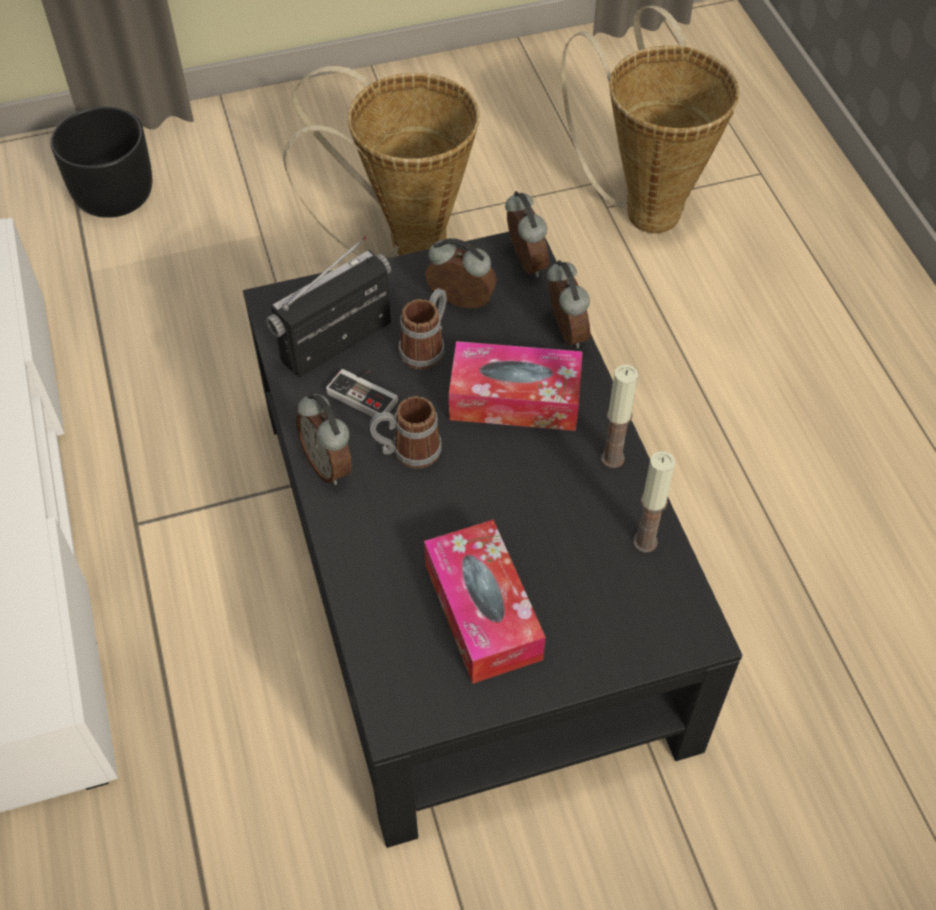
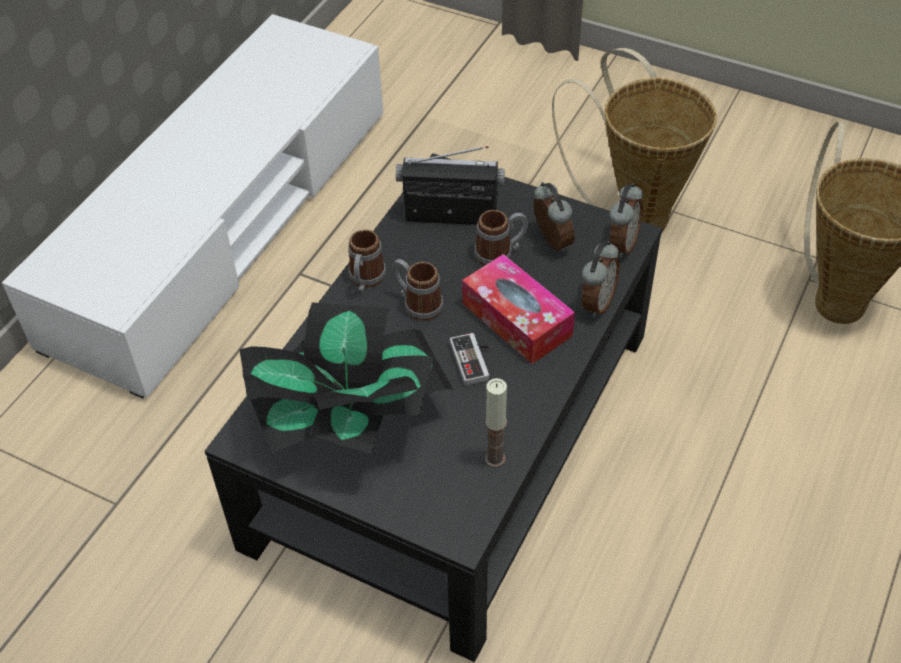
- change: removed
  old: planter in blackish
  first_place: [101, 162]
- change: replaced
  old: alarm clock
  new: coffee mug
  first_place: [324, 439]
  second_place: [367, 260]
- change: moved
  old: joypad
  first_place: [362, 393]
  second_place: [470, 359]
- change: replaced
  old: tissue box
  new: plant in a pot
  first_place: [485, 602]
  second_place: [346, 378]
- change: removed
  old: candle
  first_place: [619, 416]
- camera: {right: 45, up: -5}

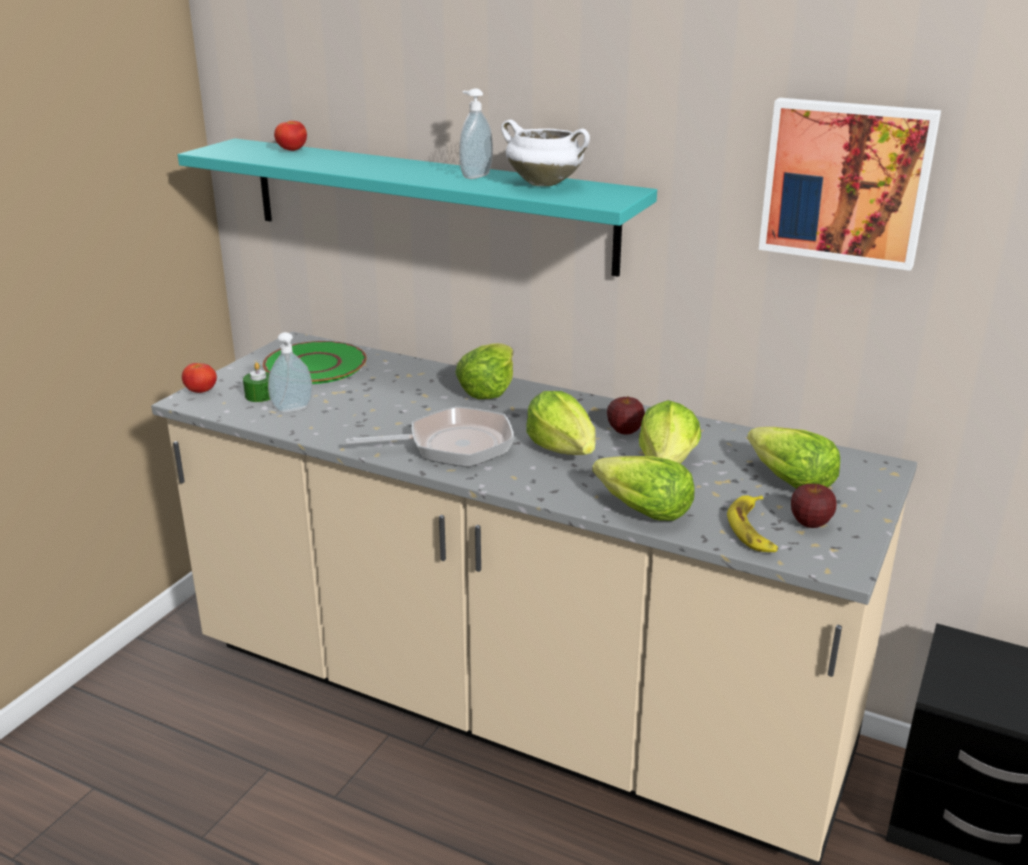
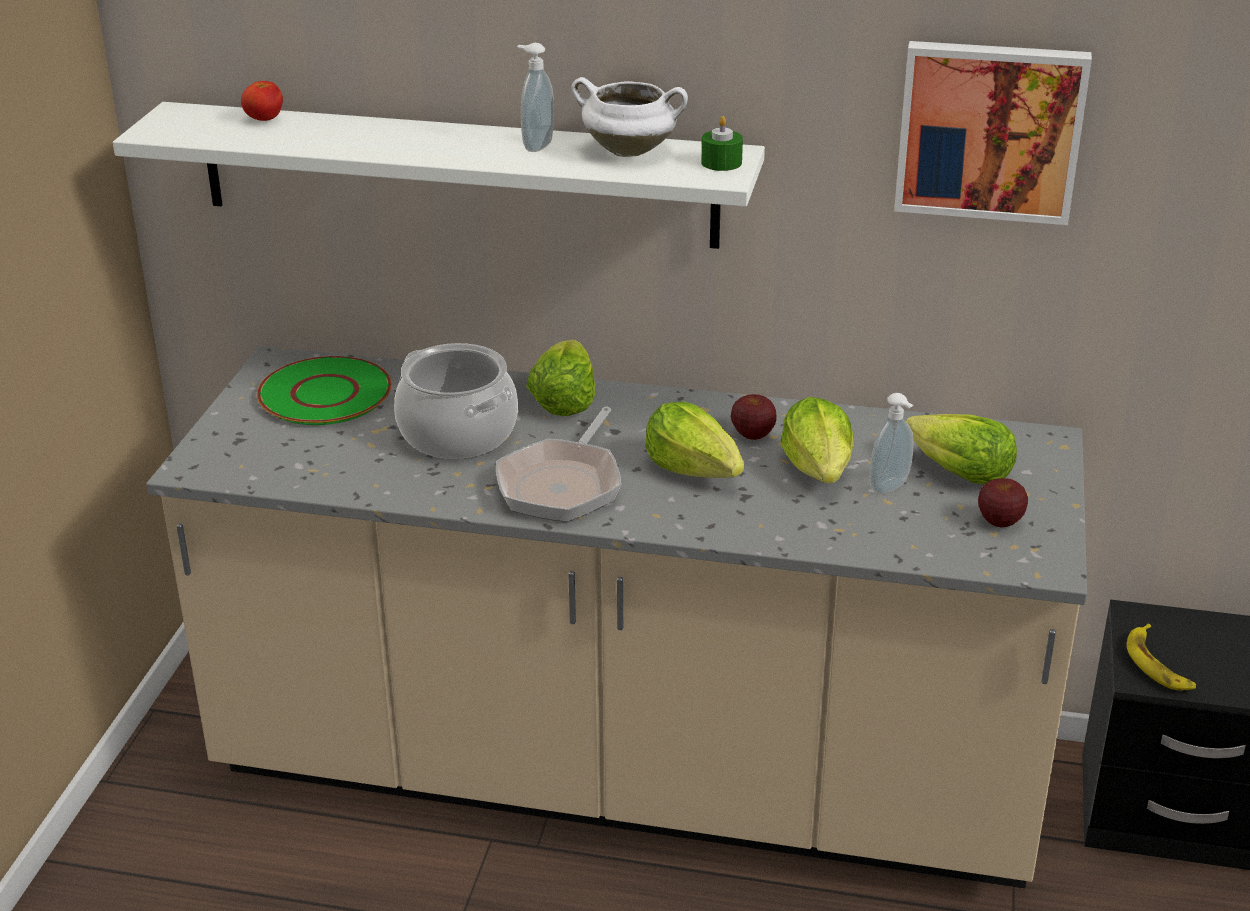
- change: recoloured
  old: shelf in turquoise
  new: shelf in white-coloured
  first_place: [417, 207]
  second_place: [439, 175]
- change: removed
  old: whole tomato
  first_place: [199, 378]
- change: moved
  old: candle in green
  first_place: [256, 382]
  second_place: [722, 143]
- change: moved
  old: liquid soap bottle
  first_place: [290, 372]
  second_place: [892, 443]
- change: turned
  old: skillet
  first_place: [430, 436]
  second_place: [558, 464]
  degrees: 135
- change: removed
  old: head of lettuce
  first_place: [643, 488]
- change: moved
  old: banana fruit
  first_place: [752, 523]
  second_place: [1161, 657]
- change: added
  new: cooking pot
  second_place: [456, 401]
- camera: {right: -15, up: 5}

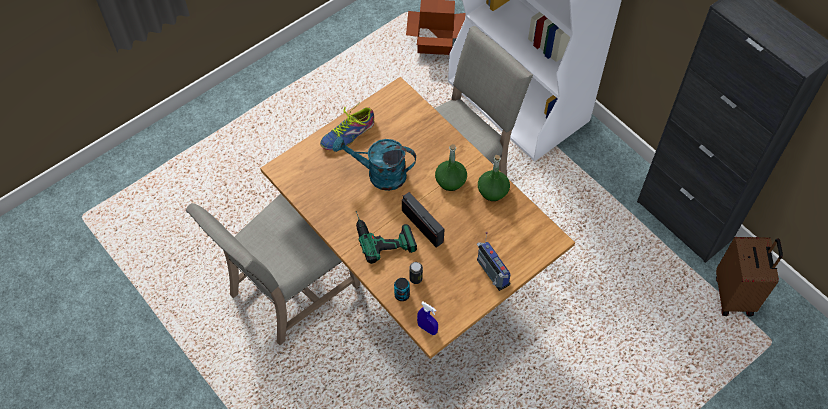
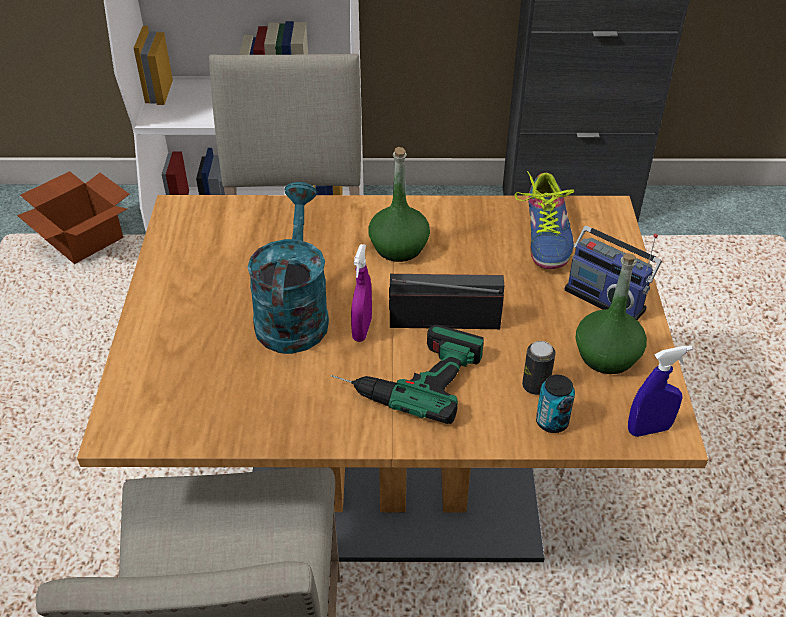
- change: moved
  old: item of footwear
  first_place: [347, 126]
  second_place: [544, 220]
- change: turned
  old: watering pot in turquoise
  first_place: [374, 163]
  second_place: [288, 268]
  degrees: 135
- change: turned
  old: radio receiver
  first_place: [494, 261]
  second_place: [613, 273]
  degrees: -150
- change: moved
  old: drink bottle in green
  first_place: [494, 178]
  second_place: [611, 313]
- change: removed
  old: suitcase in brown-coloured
  first_place: [749, 277]
- change: added
  new: sprayer in purplish
  second_place: [361, 293]
- camera: {right: -50, up: -15}

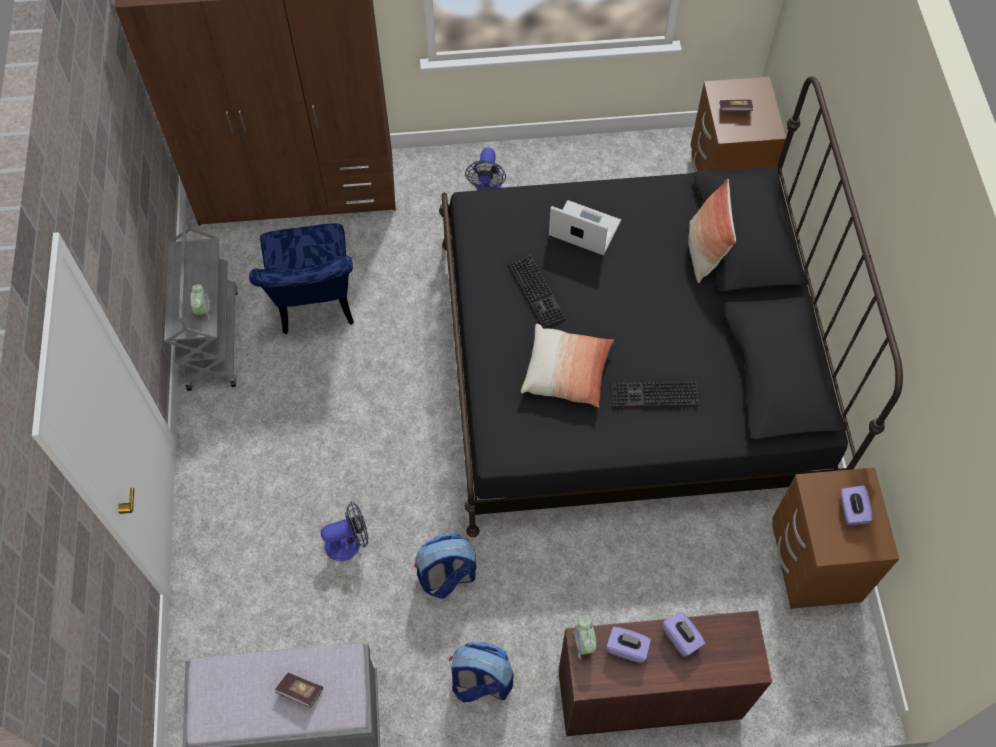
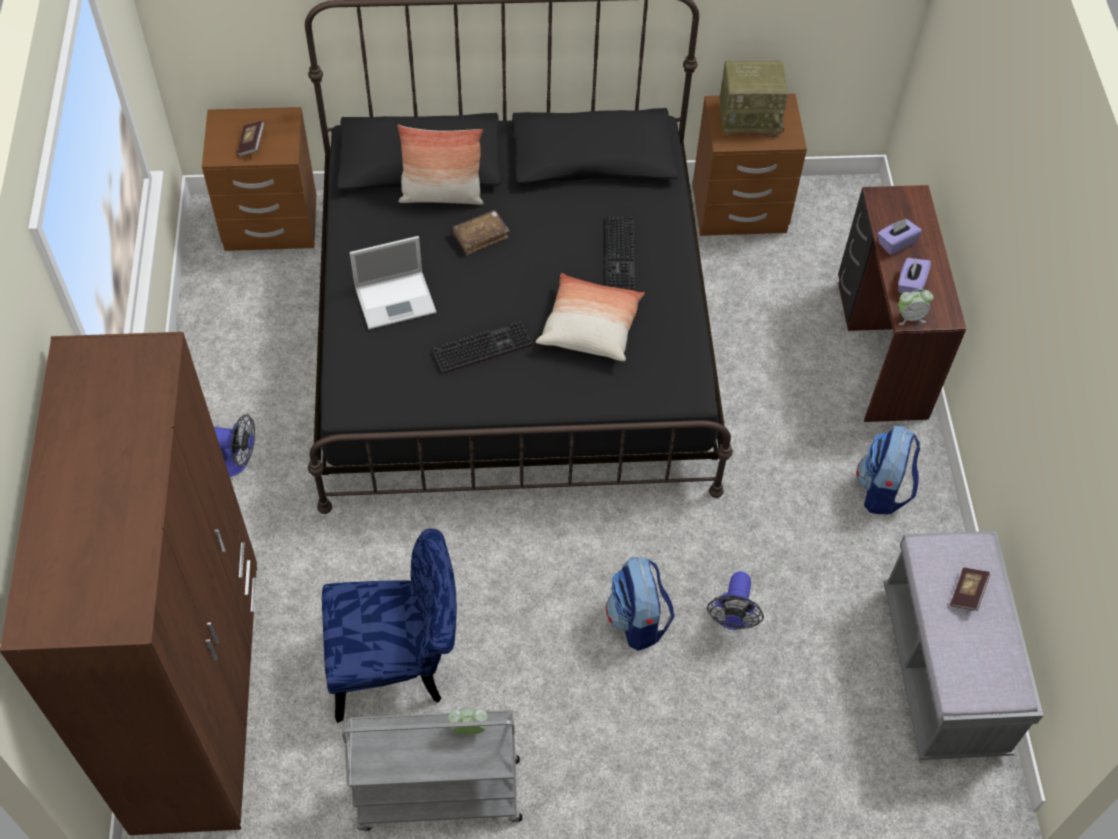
- change: turned
  old: fan
  first_place: [344, 531]
  second_place: [735, 600]
  degrees: -150
- change: moved
  old: backpack
  first_place: [445, 565]
  second_place: [640, 604]
- change: turned
  old: portable computer
  first_place: [585, 227]
  second_place: [393, 283]
  degrees: -135
- change: replaced
  old: tissue box in purplish
  new: radio receiver
  first_place: [857, 505]
  second_place: [753, 98]
- change: added
  new: book in brown-coloured
  second_place: [480, 232]
- camera: {right: -90, up: -5}

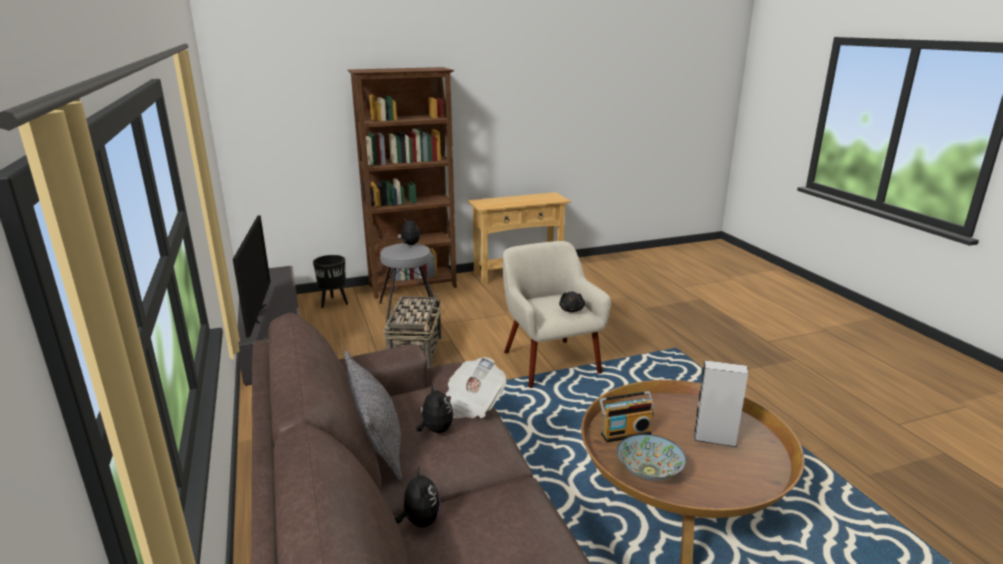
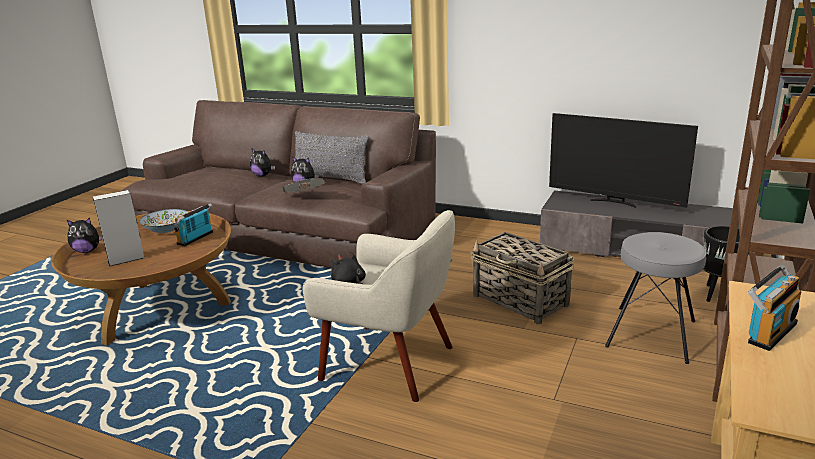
- change: moved
  old: plush toy
  first_place: [409, 231]
  second_place: [85, 235]
- change: added
  new: radio receiver
  second_place: [774, 308]
- camera: {right: 135, up: 0}

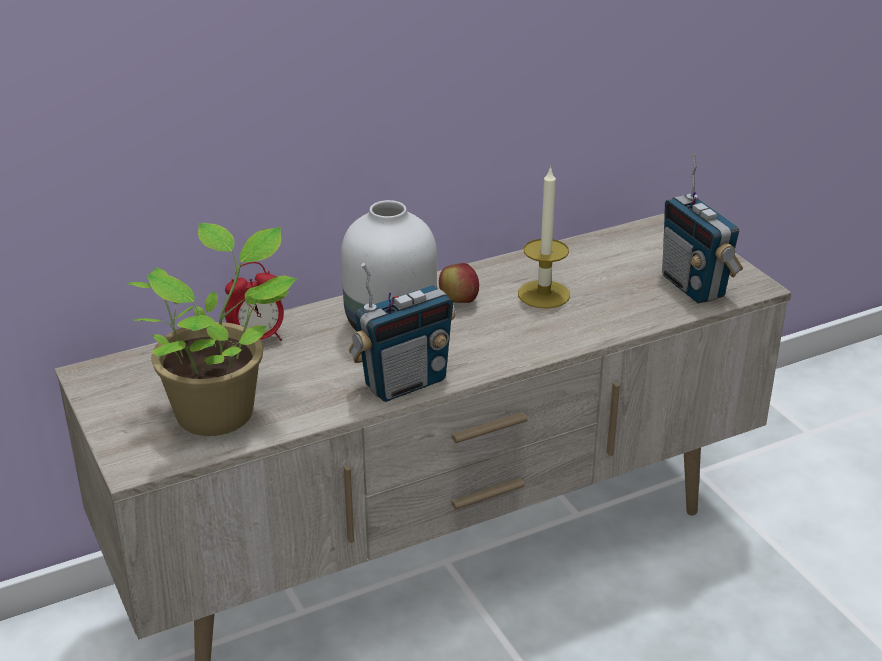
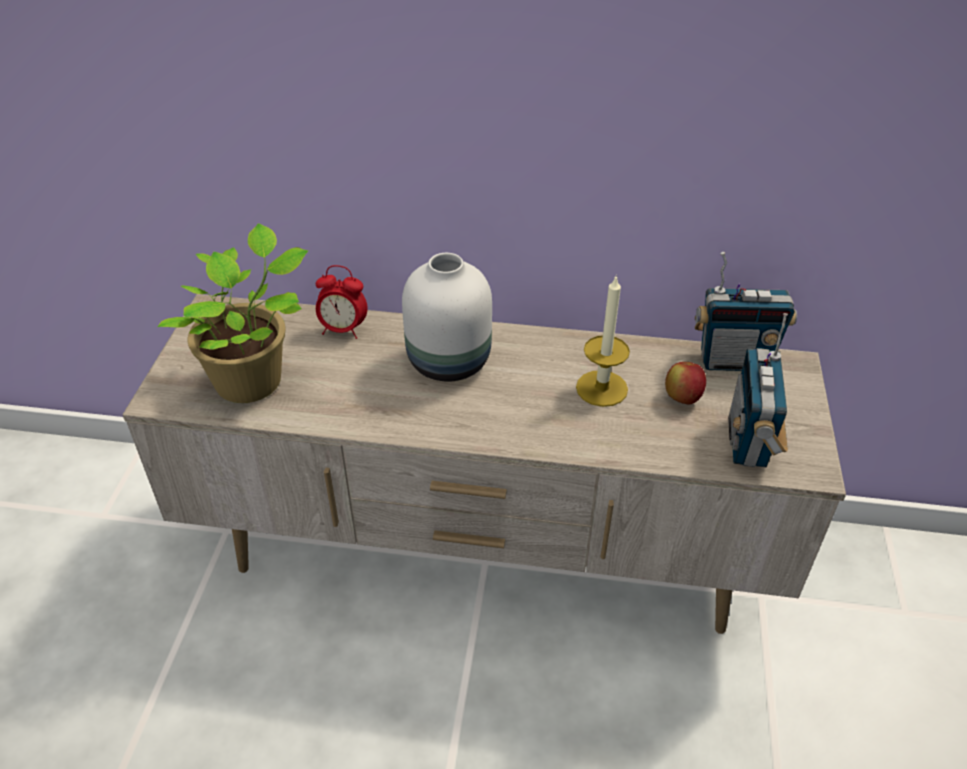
- change: moved
  old: radio receiver
  first_place: [402, 332]
  second_place: [746, 311]
- change: moved
  old: apple fruit
  first_place: [459, 283]
  second_place: [685, 383]
- camera: {right: 35, up: 10}

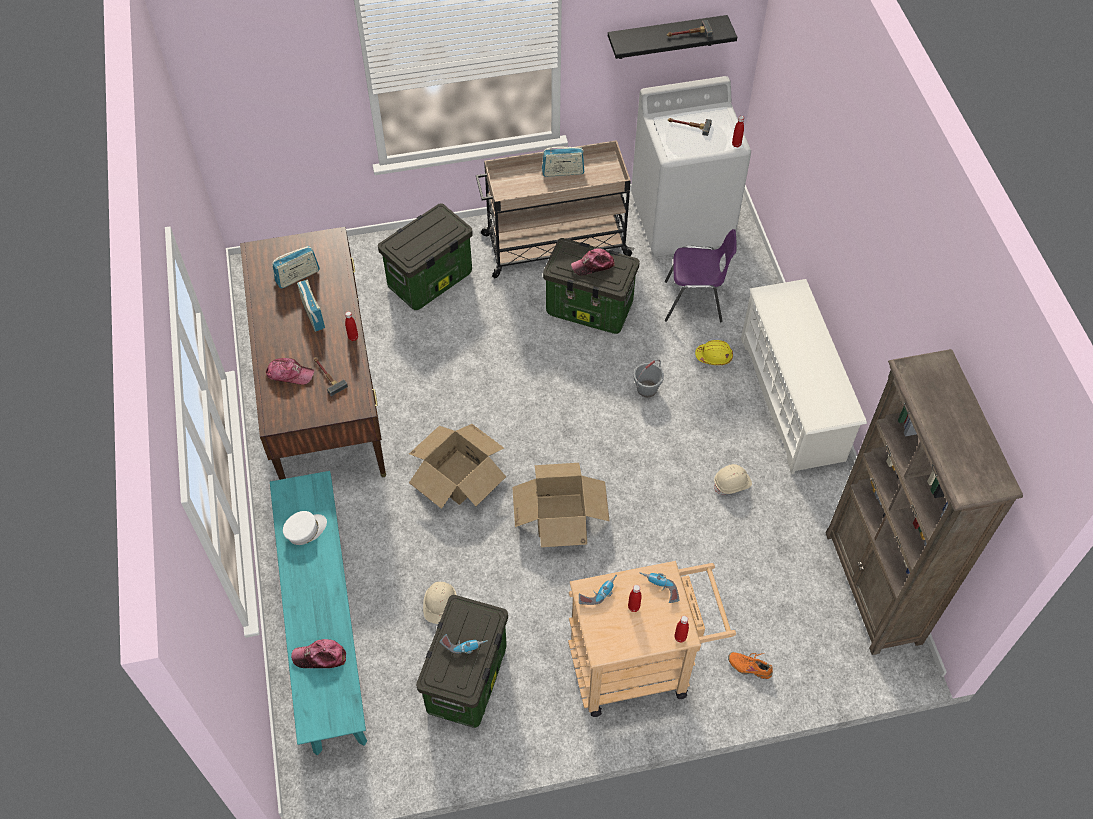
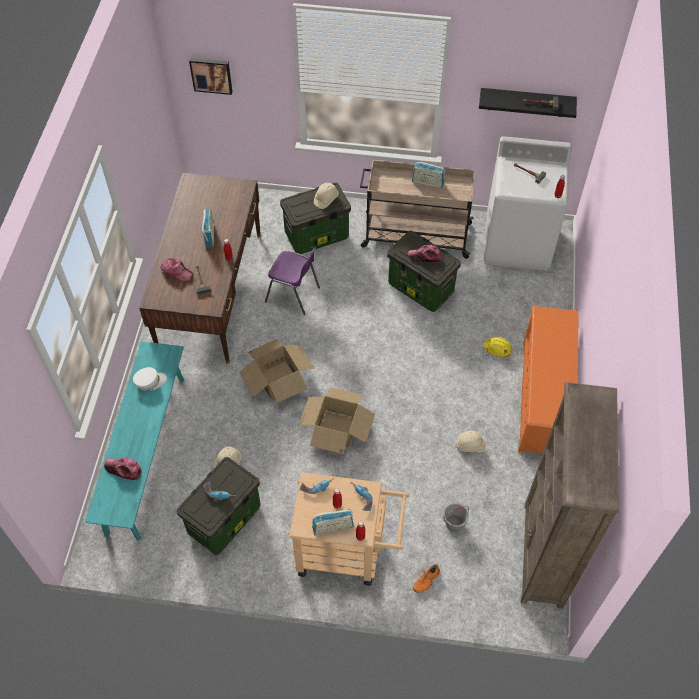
- change: moved
  old: radio receiver
  first_place: [296, 267]
  second_place: [333, 522]
- change: moved
  old: bucket in gray
  first_place: [648, 378]
  second_place: [456, 517]
- change: moved
  old: chair in purplish
  first_place: [700, 275]
  second_place: [292, 281]
- change: turned
  old: item of footwear in orange
  first_place: [750, 665]
  second_place: [427, 578]
  degrees: -90
- change: recoloured
  old: shoe shelf in white-coloured
  new: shoe shelf in orange
  first_place: [804, 376]
  second_place: [548, 380]
- change: added
  new: wall picture
  second_place: [210, 76]
- change: added
  new: safety helmet in sand-coloured
  second_place: [326, 196]
- camera: {right: 20, up: 0}

